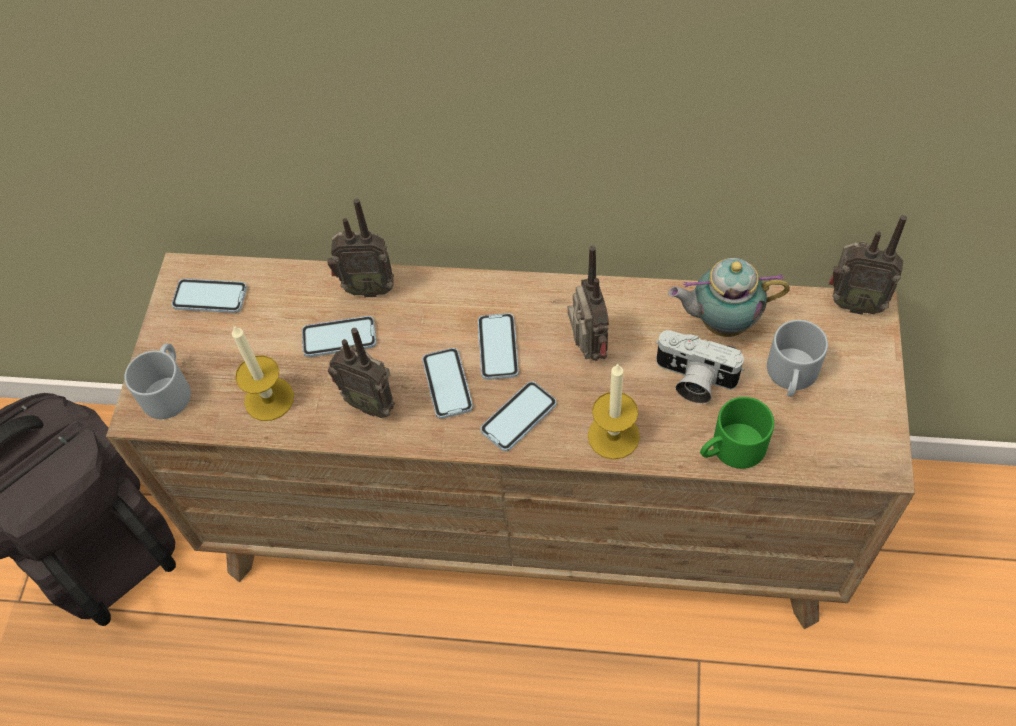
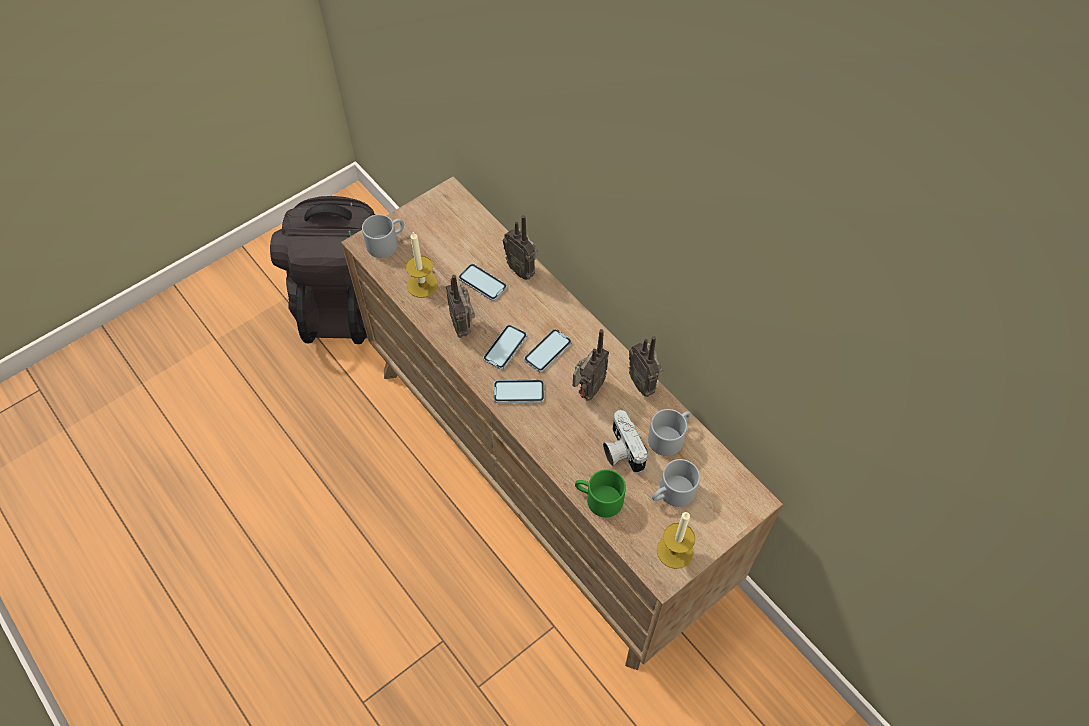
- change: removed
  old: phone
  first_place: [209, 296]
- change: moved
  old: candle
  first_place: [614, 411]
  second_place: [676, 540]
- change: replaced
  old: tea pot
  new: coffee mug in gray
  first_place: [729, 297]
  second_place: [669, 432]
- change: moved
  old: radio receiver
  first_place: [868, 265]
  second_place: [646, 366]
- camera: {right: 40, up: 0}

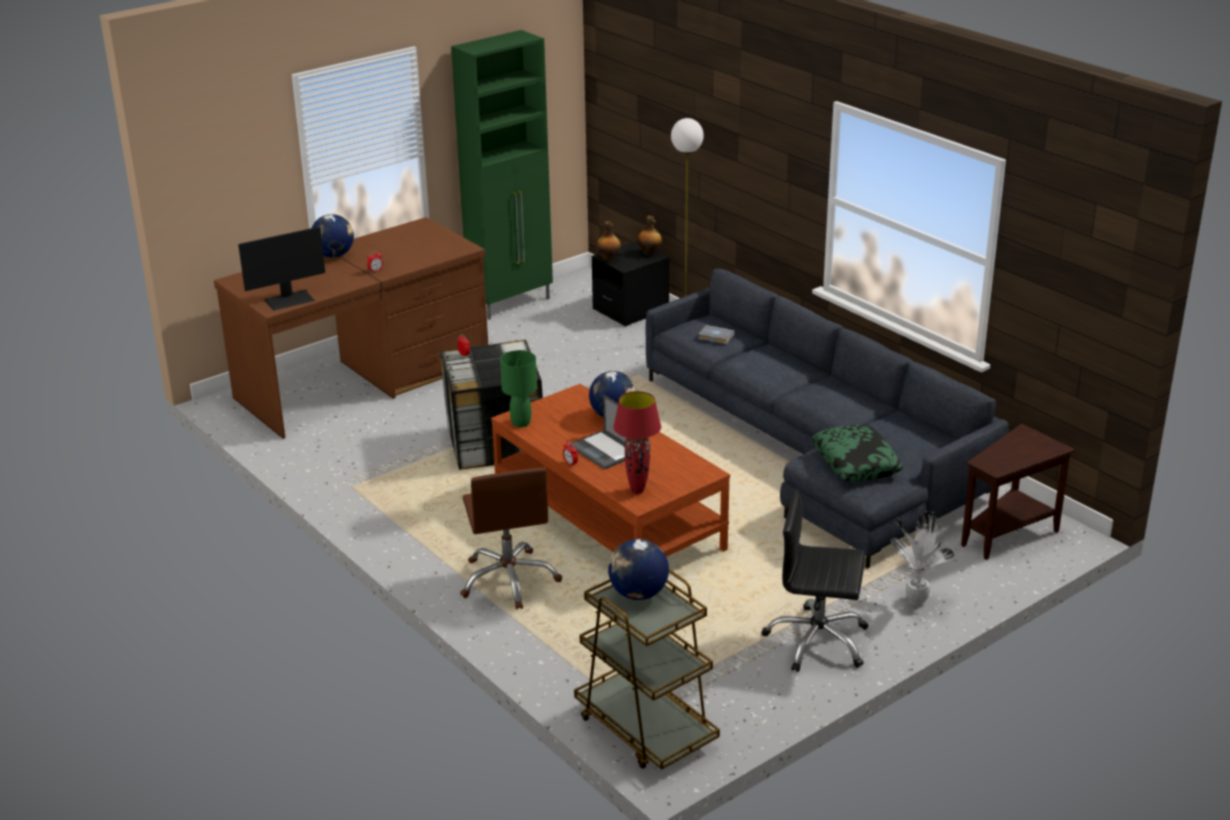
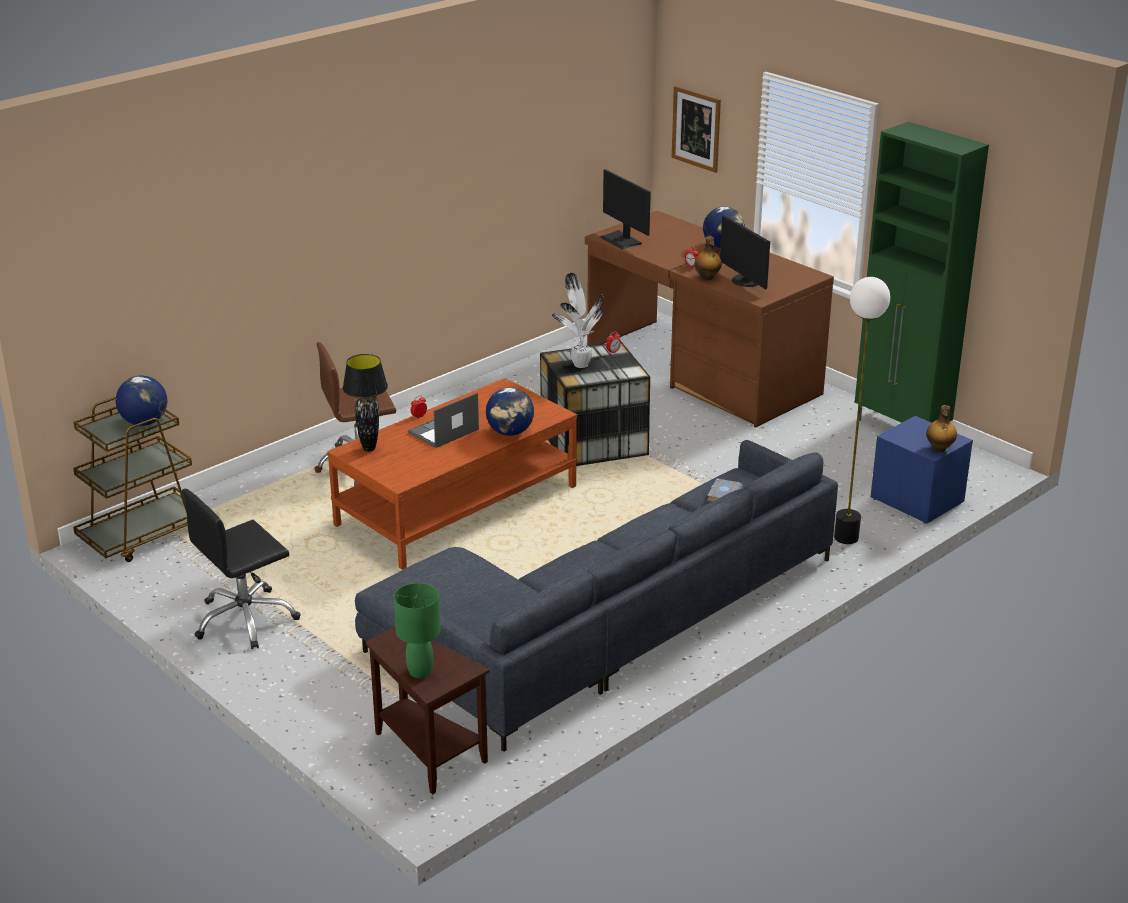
- change: moved
  old: lamp for a table in green
  first_place: [518, 388]
  second_place: [417, 630]
- change: recoloured
  old: night table in blackish
  new: night table in bluish
  first_place: [630, 283]
  second_place: [922, 470]
- change: moved
  old: drink bottle
  first_place: [608, 241]
  second_place: [708, 258]
- change: recoloured
  old: lamp for a table in red
  new: lamp for a table in blackish
  first_place: [637, 442]
  second_place: [365, 403]
- change: turned
  old: office chair in blackish
  first_place: [815, 580]
  second_place: [241, 569]
  degrees: -135
- change: removed
  old: cushion
  first_place: [857, 453]
- change: moved
  old: plant in a pot
  first_place: [922, 558]
  second_place: [577, 320]
- change: added
  new: wall picture
  second_place: [696, 129]
- change: added
  new: monitor
  second_place: [745, 252]
- camera: {right: 85, up: 0}

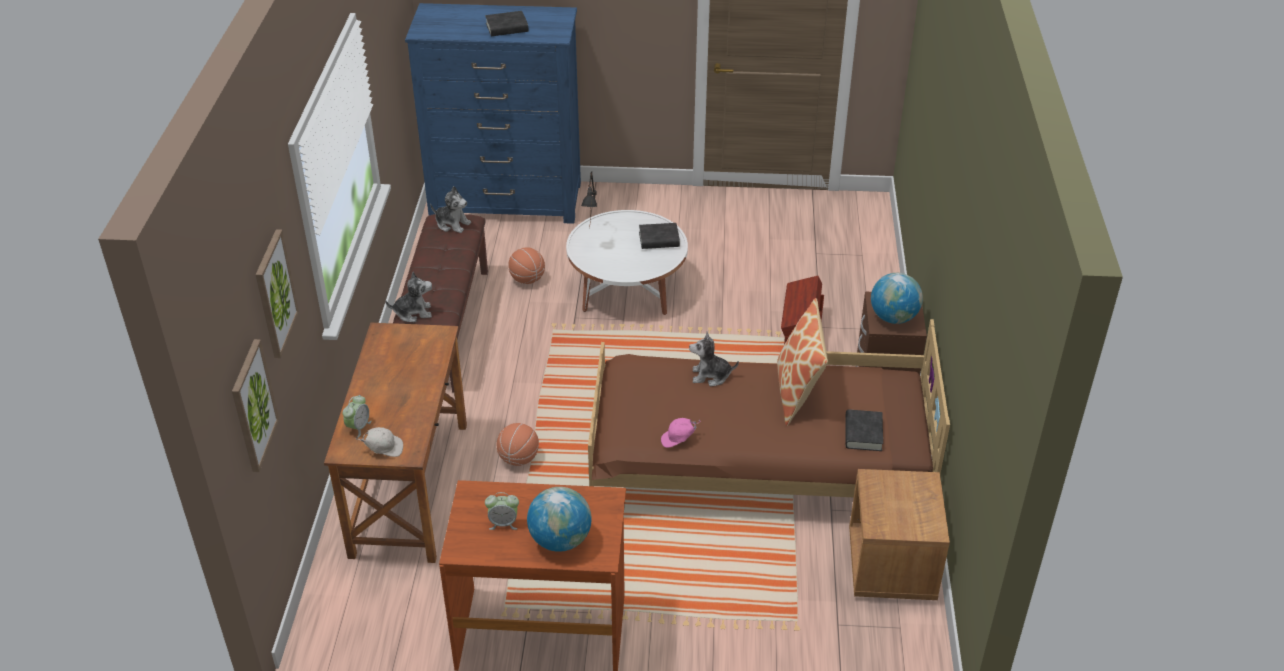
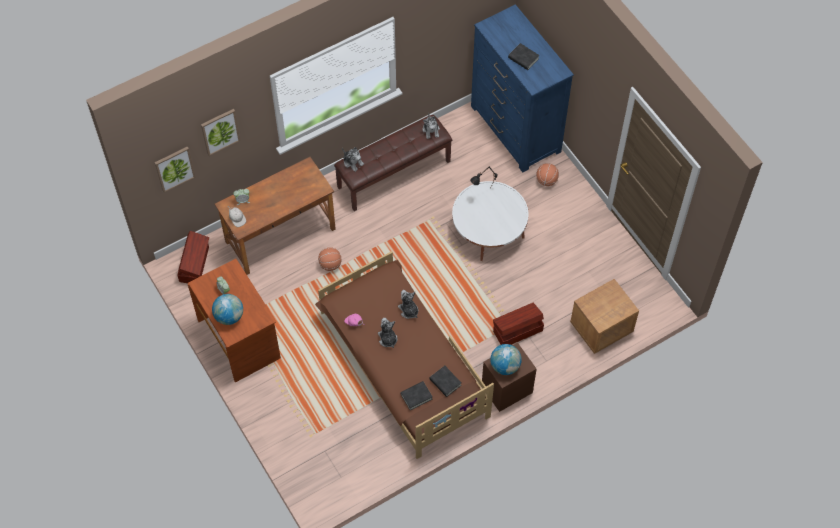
- change: moved
  old: ball for basketball
  first_place: [526, 265]
  second_place: [547, 174]
- change: moved
  old: book in blackish
  first_place: [659, 236]
  second_place: [445, 381]
- change: removed
  old: cushion
  first_place: [802, 362]
- change: moved
  old: night table in brown-coloured
  first_place: [899, 534]
  second_place: [604, 316]
- change: added
  new: storage bin in brown-coloured
  second_place: [193, 257]
- change: added
  new: plush toy
  second_place: [388, 333]
- camera: {right: 55, up: 20}

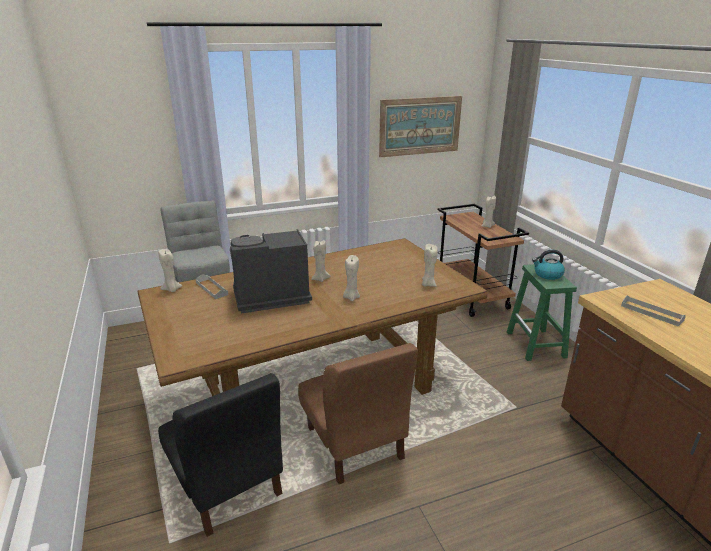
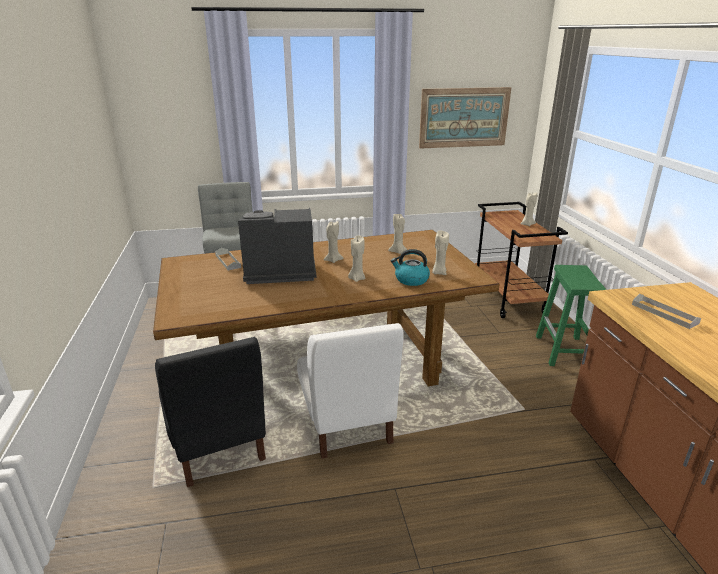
- change: moved
  old: candle in sand-coloured
  first_place: [170, 270]
  second_place: [397, 234]
- change: recoloured
  old: chair in brown-coloured
  new: chair in white-coloured
  first_place: [358, 413]
  second_place: [350, 391]
- change: moved
  old: water kettle
  first_place: [548, 265]
  second_place: [410, 267]
- camera: {right: 10, up: 0}

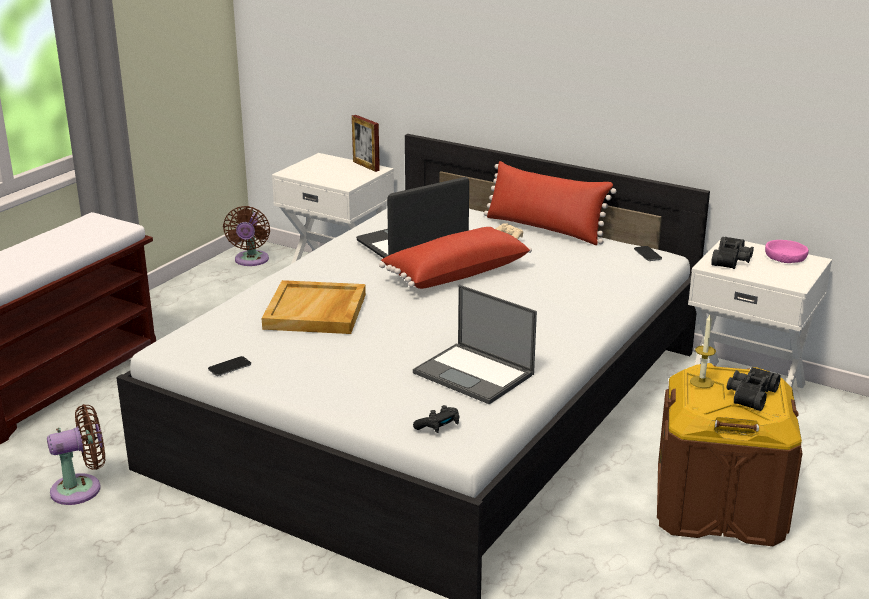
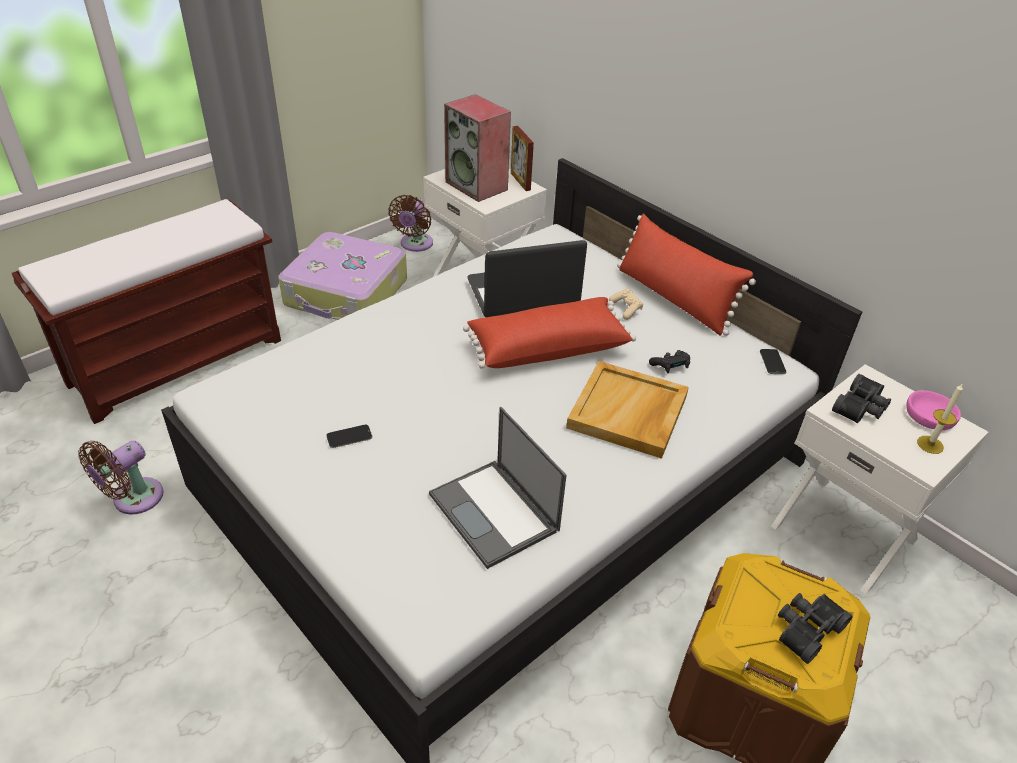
- change: turned
  old: fan in brown-coloured
  first_place: [76, 454]
  second_place: [121, 477]
  degrees: 135
- change: moved
  old: phone
  first_place: [229, 366]
  second_place: [349, 436]
- change: moved
  old: serving tray in sand-coloured
  first_place: [314, 307]
  second_place: [627, 410]
- change: moved
  old: joypad in blackish
  first_place: [436, 419]
  second_place: [669, 361]
- change: moved
  old: candle
  first_place: [703, 351]
  second_place: [940, 418]
- change: added
  new: suitcase
  second_place: [342, 276]
- change: added
  new: speaker
  second_place: [477, 148]
- camera: {right: 15, up: 15}

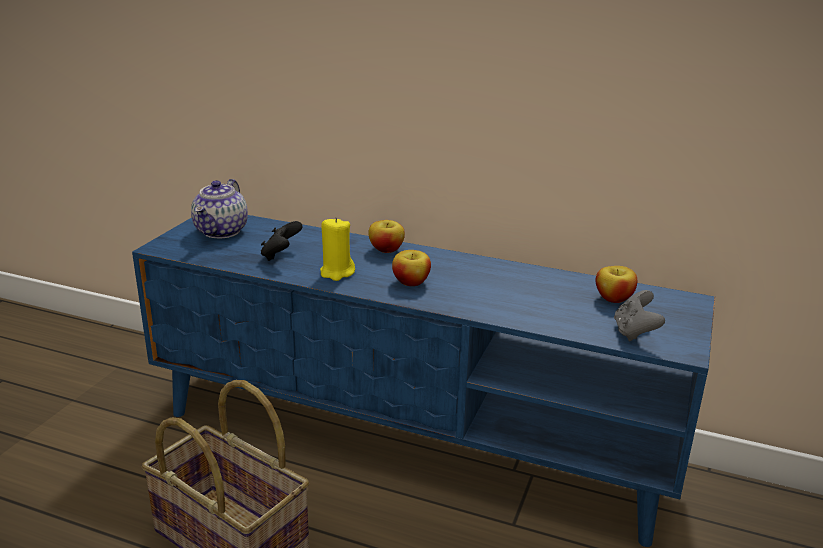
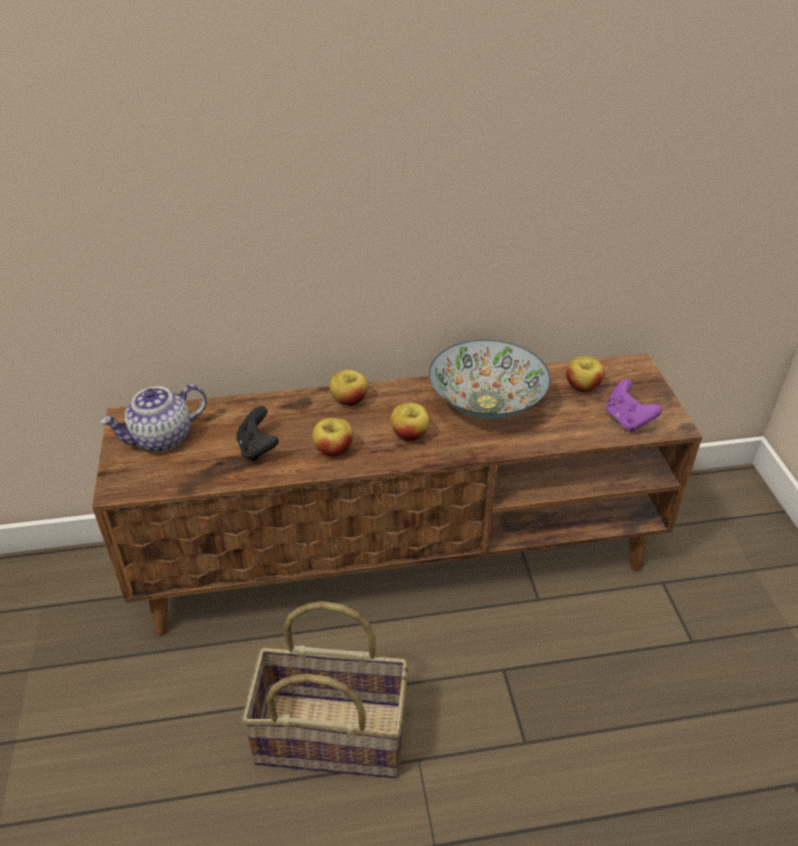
- change: recoloured
  old: tv unit in bluish
  new: tv unit in brown-coloured
  first_place: [423, 381]
  second_place: [397, 495]
- change: turned
  old: tea pot
  first_place: [219, 208]
  second_place: [153, 418]
  degrees: 75
- change: replaced
  old: candle in yellow-coloured
  new: apple fruit
  first_place: [337, 249]
  second_place: [332, 437]
- change: recoloured
  old: joypad in gray
  new: joypad in purplish
  first_place: [639, 315]
  second_place: [634, 405]
- change: added
  new: serving bowl
  second_place: [489, 379]
- camera: {right: -30, up: 15}

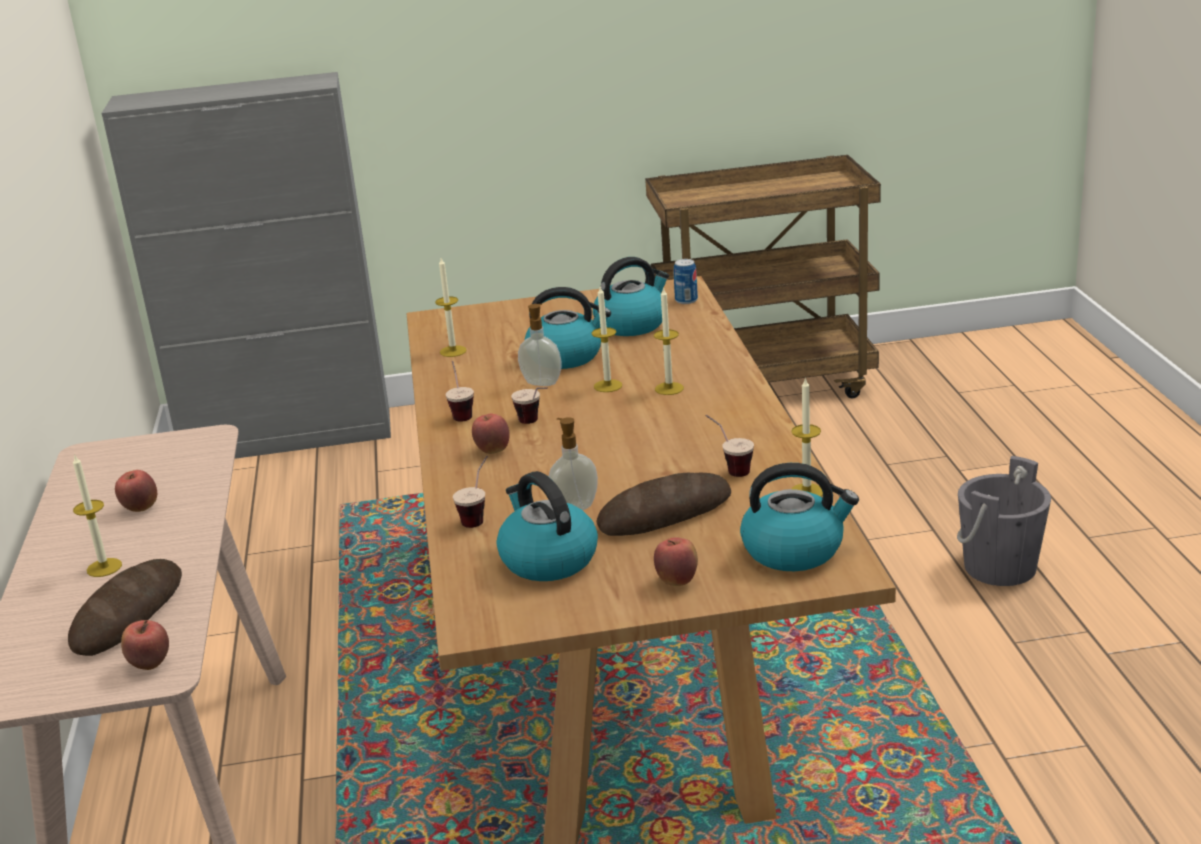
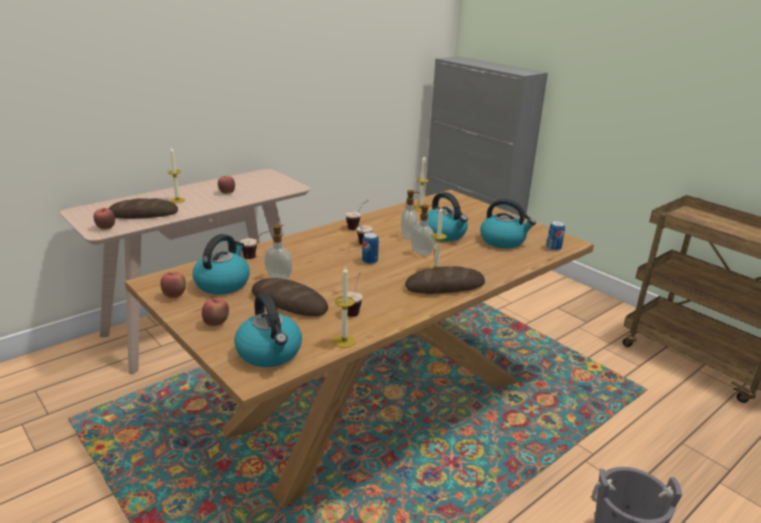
- change: moved
  old: apple fruit
  first_place: [491, 433]
  second_place: [173, 285]
- change: replaced
  old: candle
  new: liquid soap bottle
  first_place: [607, 339]
  second_place: [422, 230]
- change: added
  new: can
  second_place: [370, 248]
- change: added
  new: baked bread
  second_place: [445, 280]
- camera: {right: 55, up: 0}

